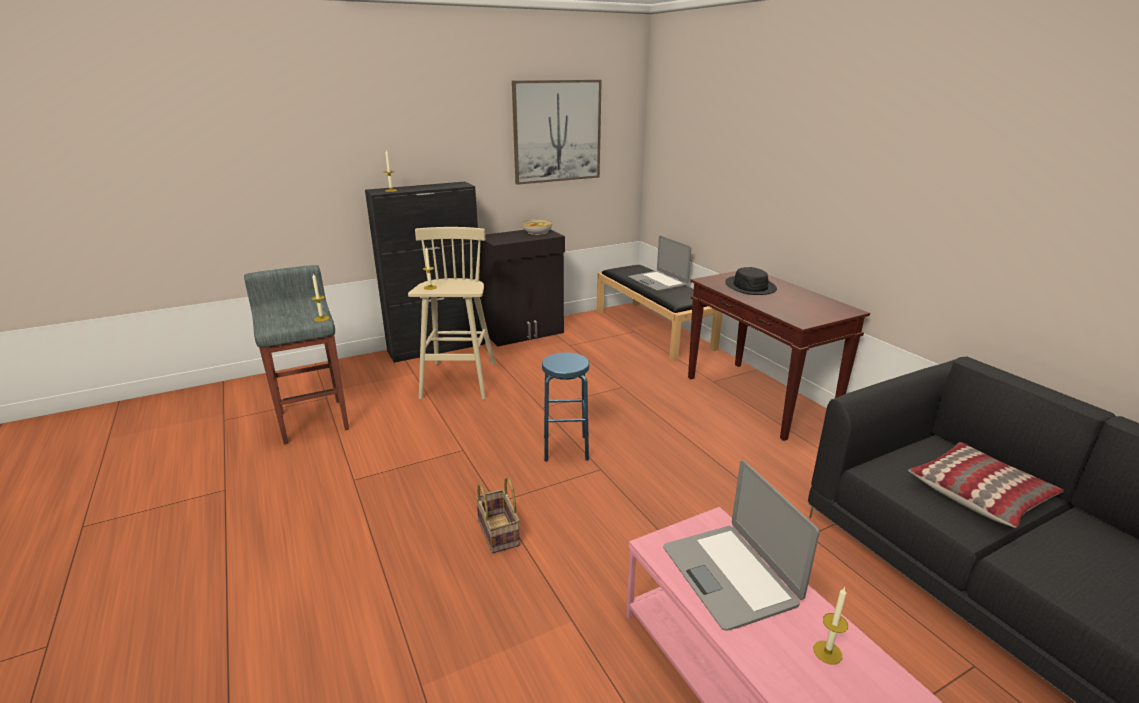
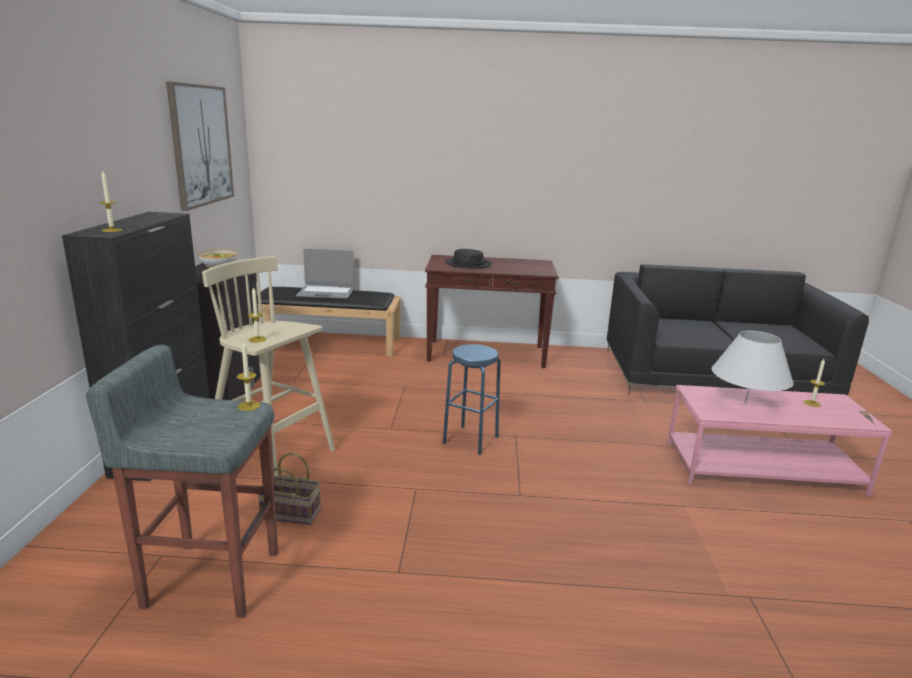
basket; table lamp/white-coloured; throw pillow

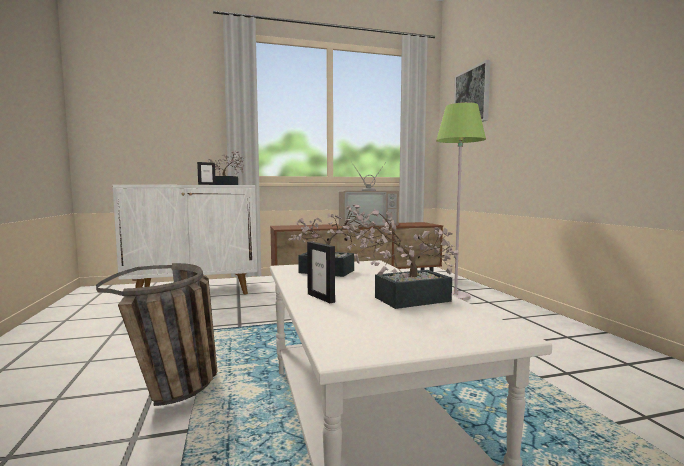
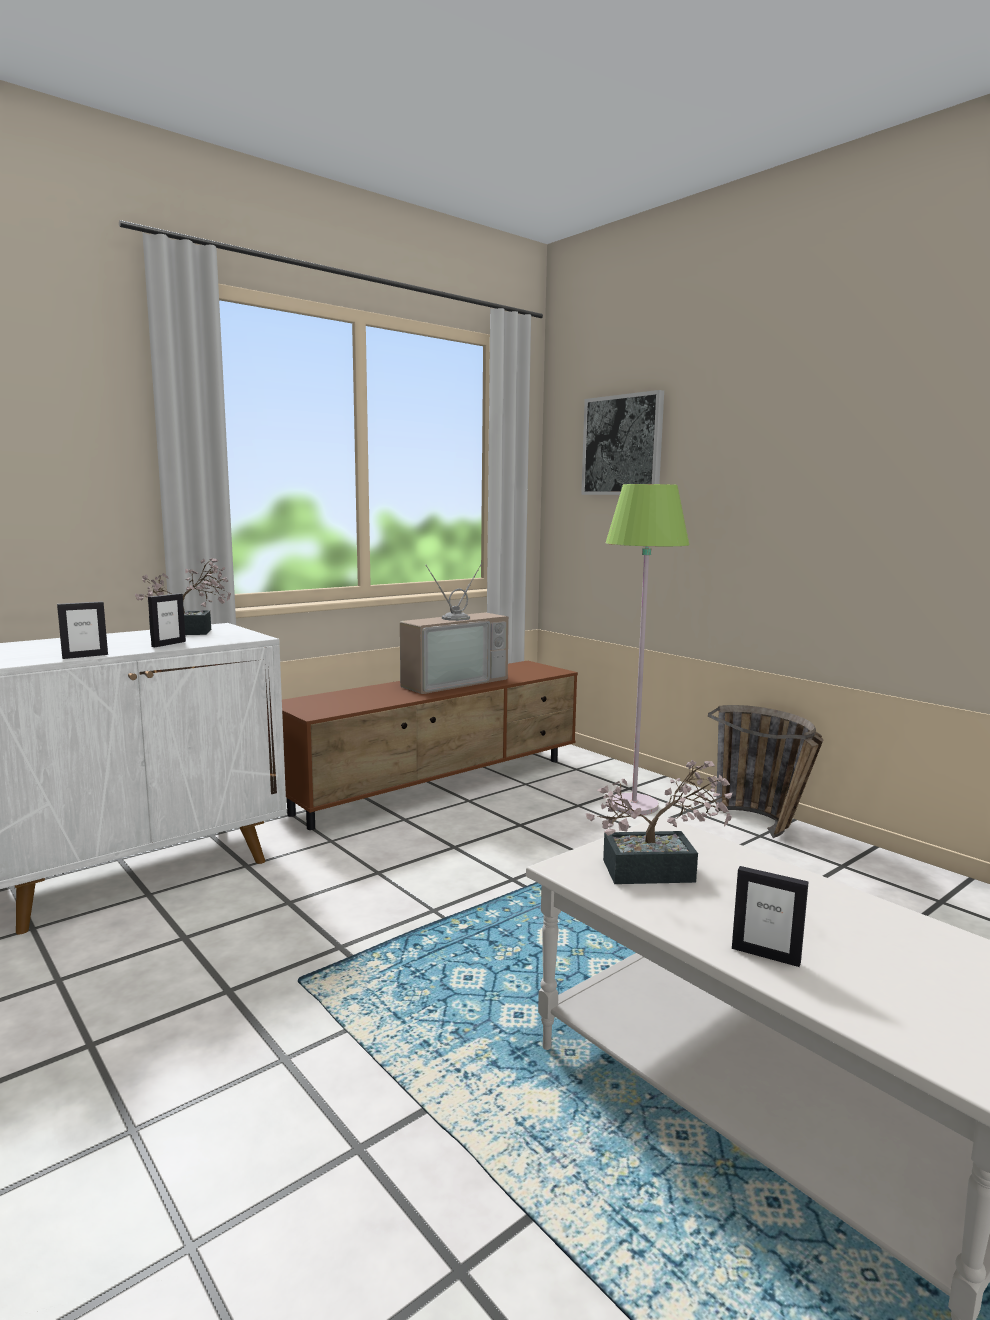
picture frame (1st from left); basket; potted plant (3rd from left in the first image)

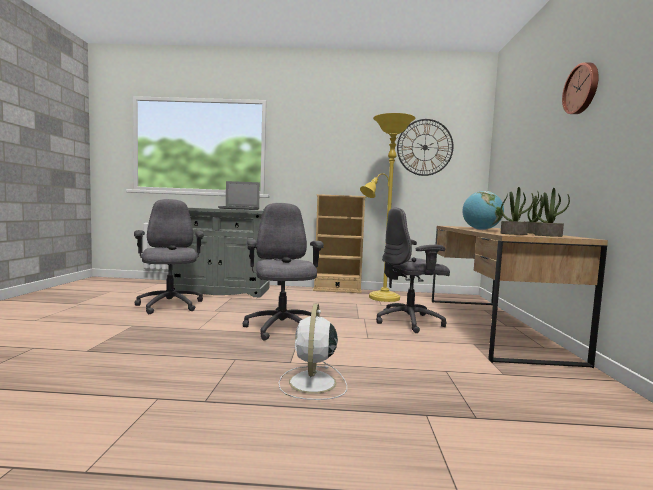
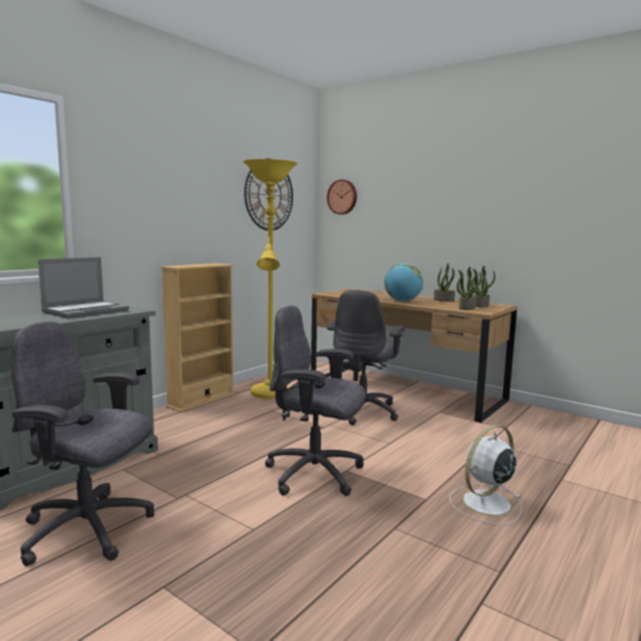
wall clock (2nd from left); cooling fan/white-coloured

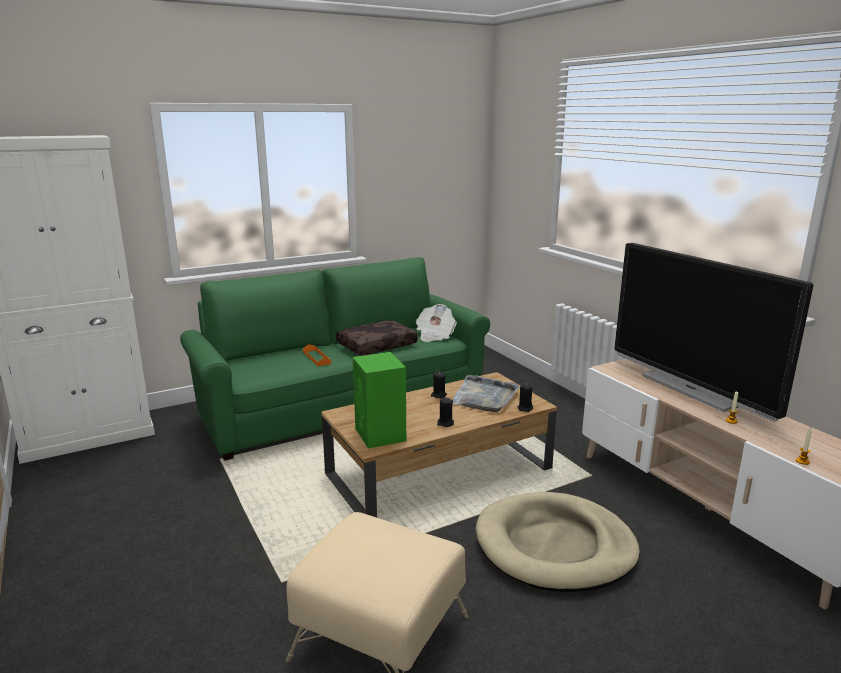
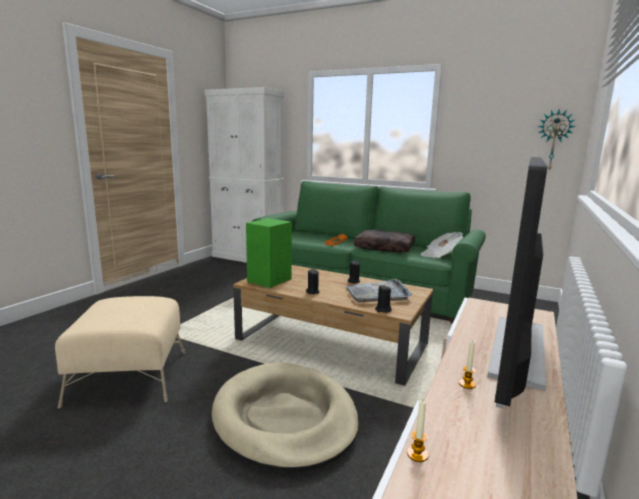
wall clock

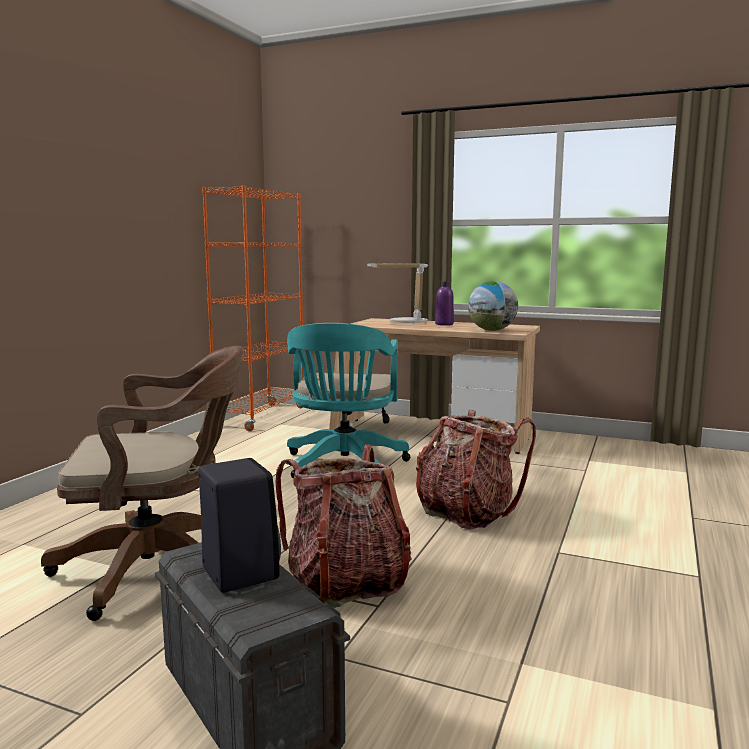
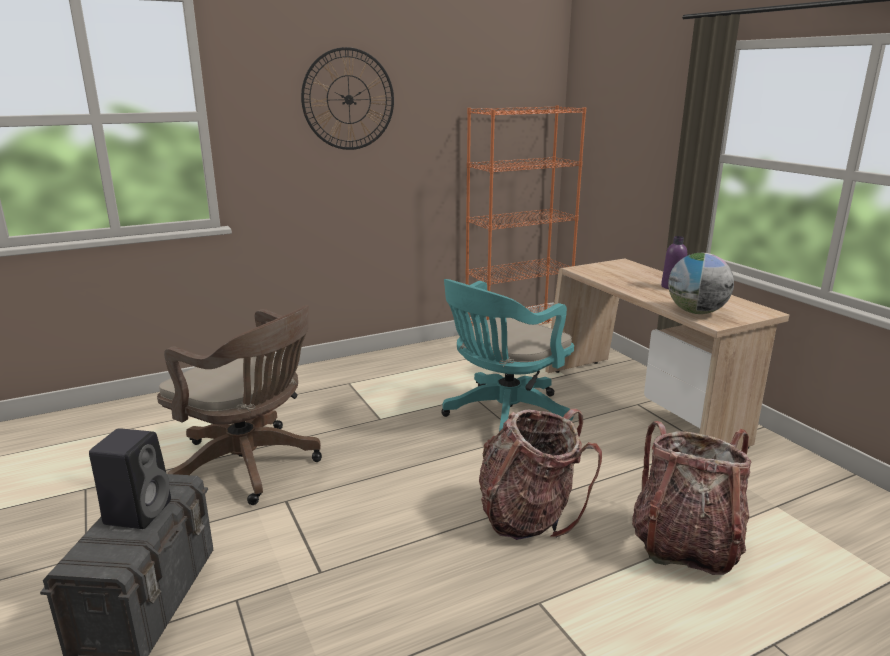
wall clock; backpack (2nd from left); table lamp

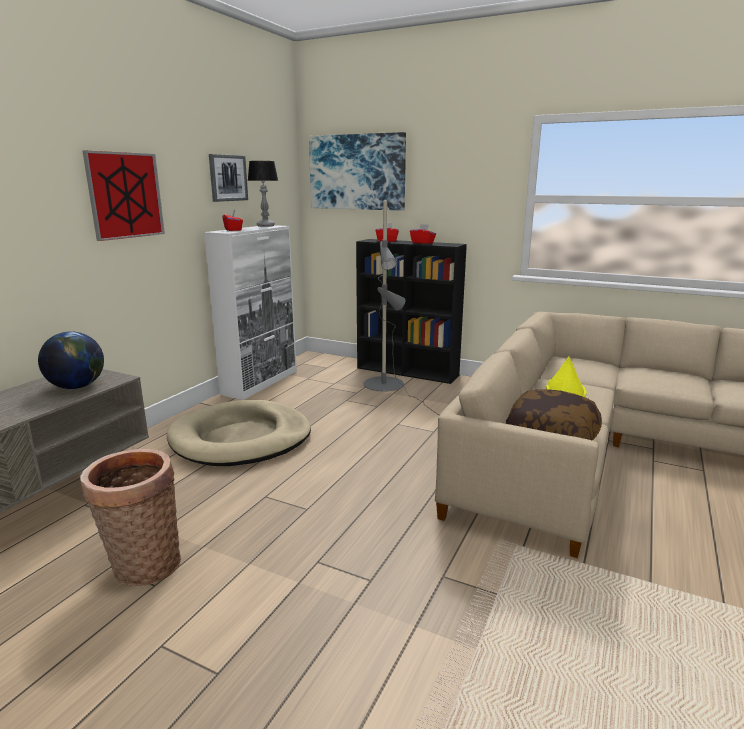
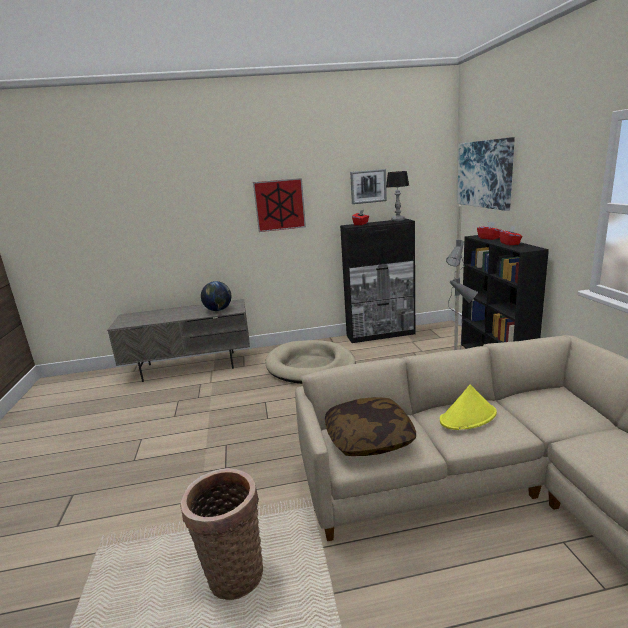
basket; cupboard/black-coloured

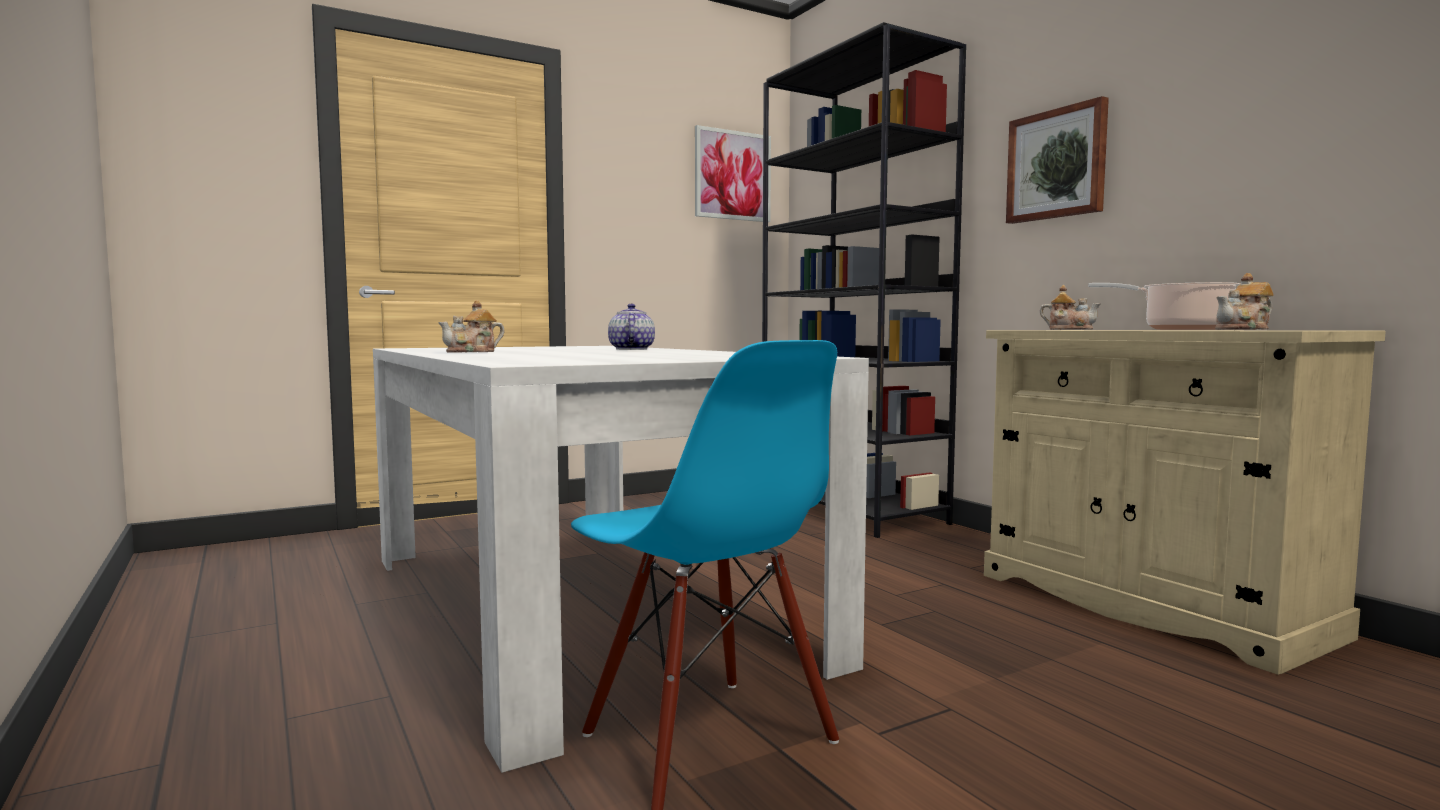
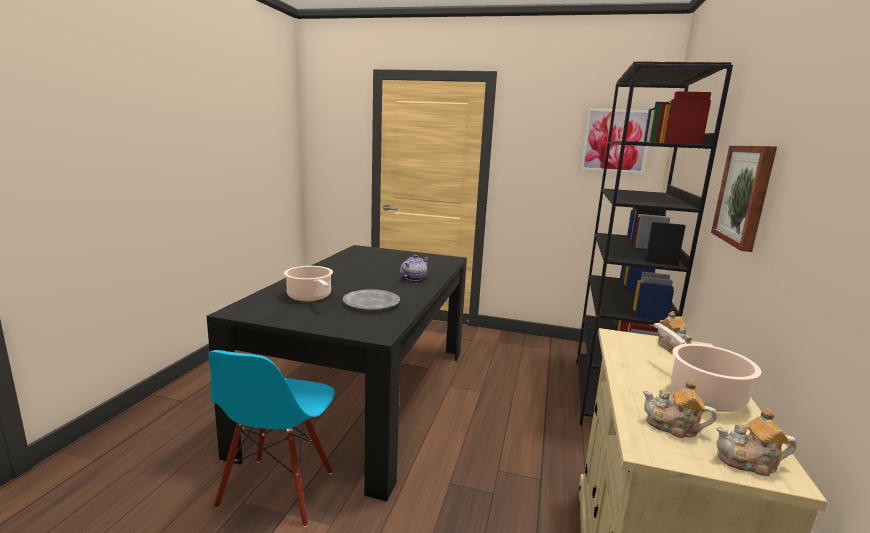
dinner table/black-coloured; cooking pot (1st from left); flat dish/gray; tea pot (4th from left)

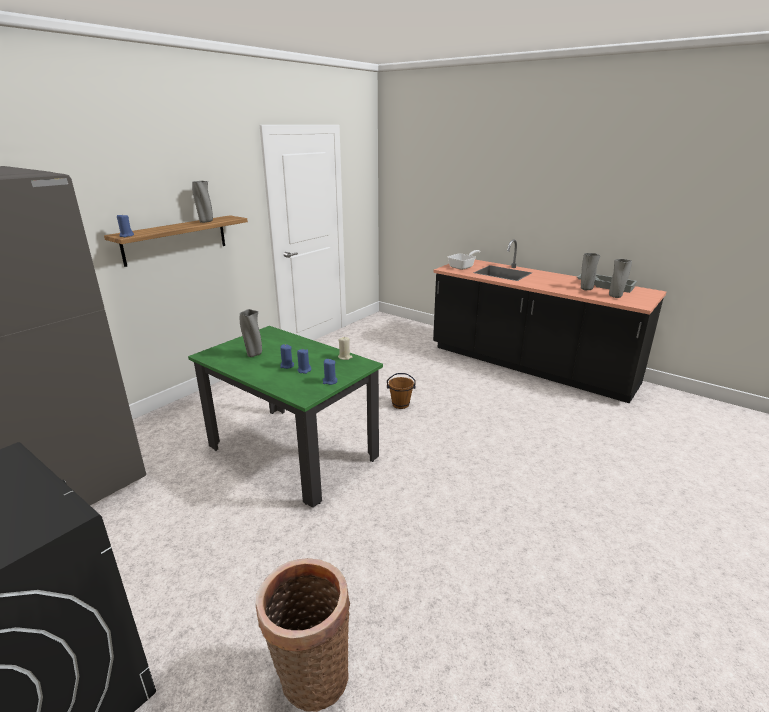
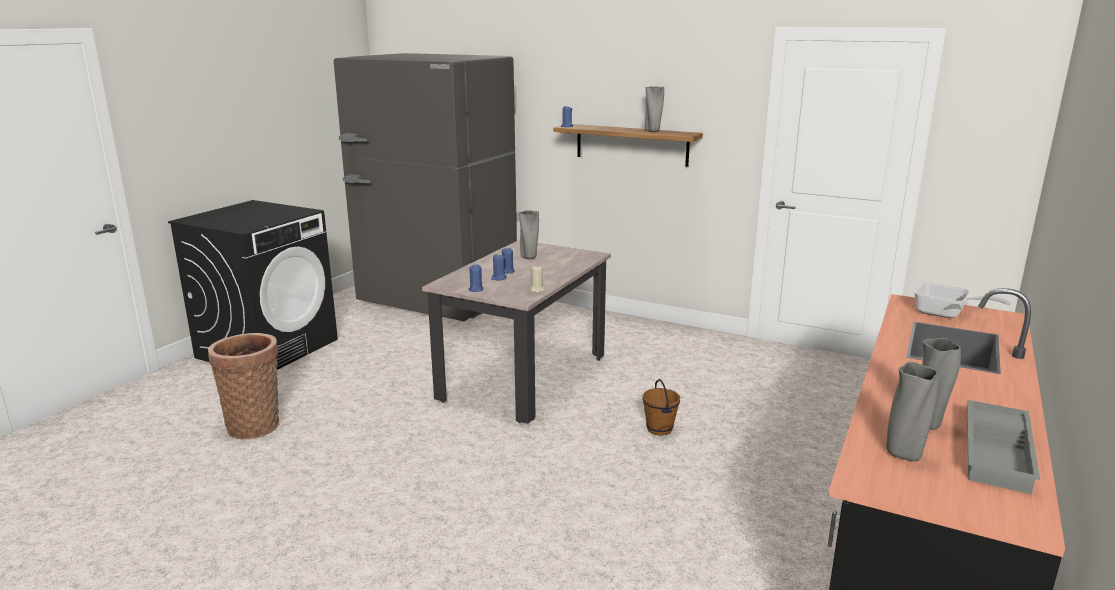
dinner table/sand-coloured

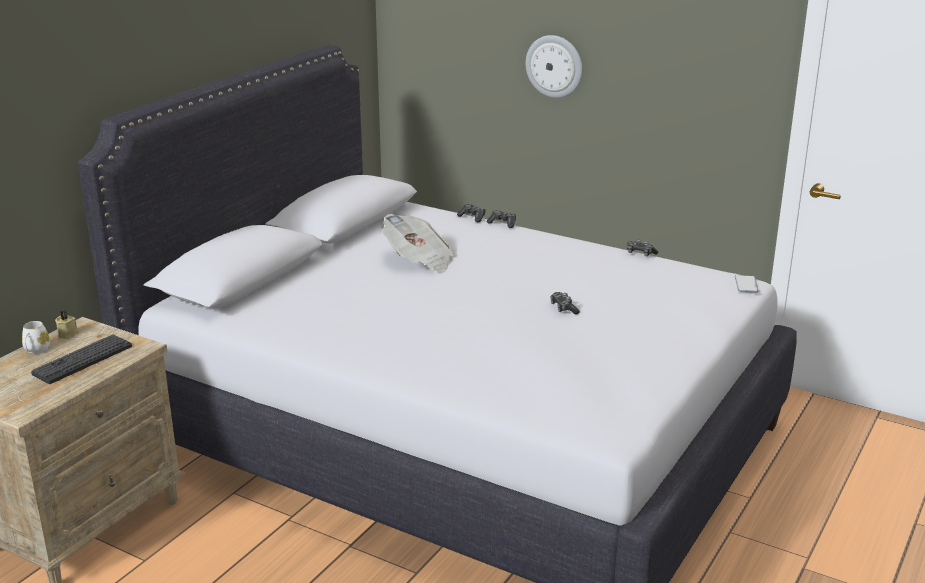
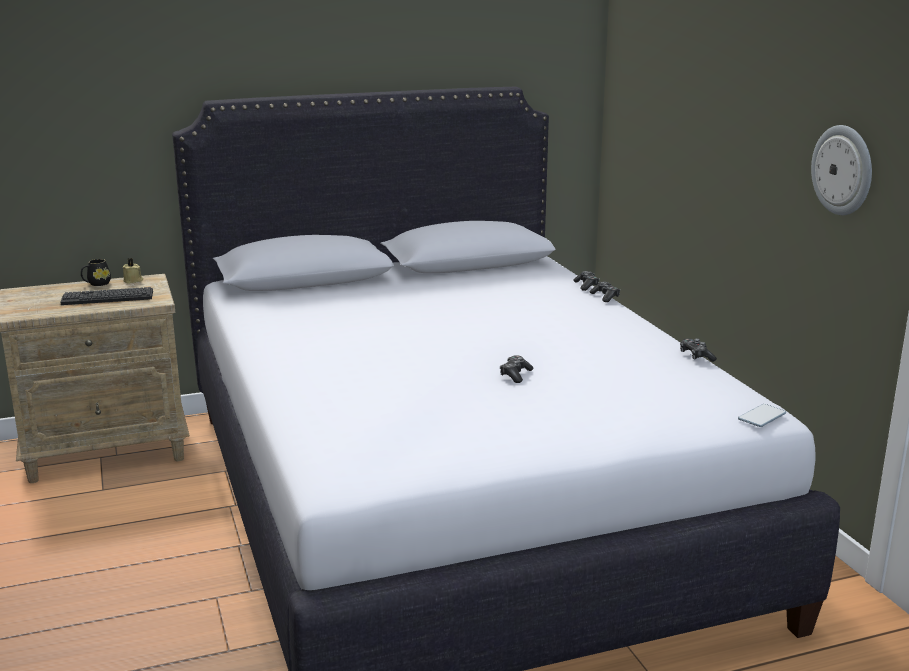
coffee mug/black-coloured; wall clock; newspaper

